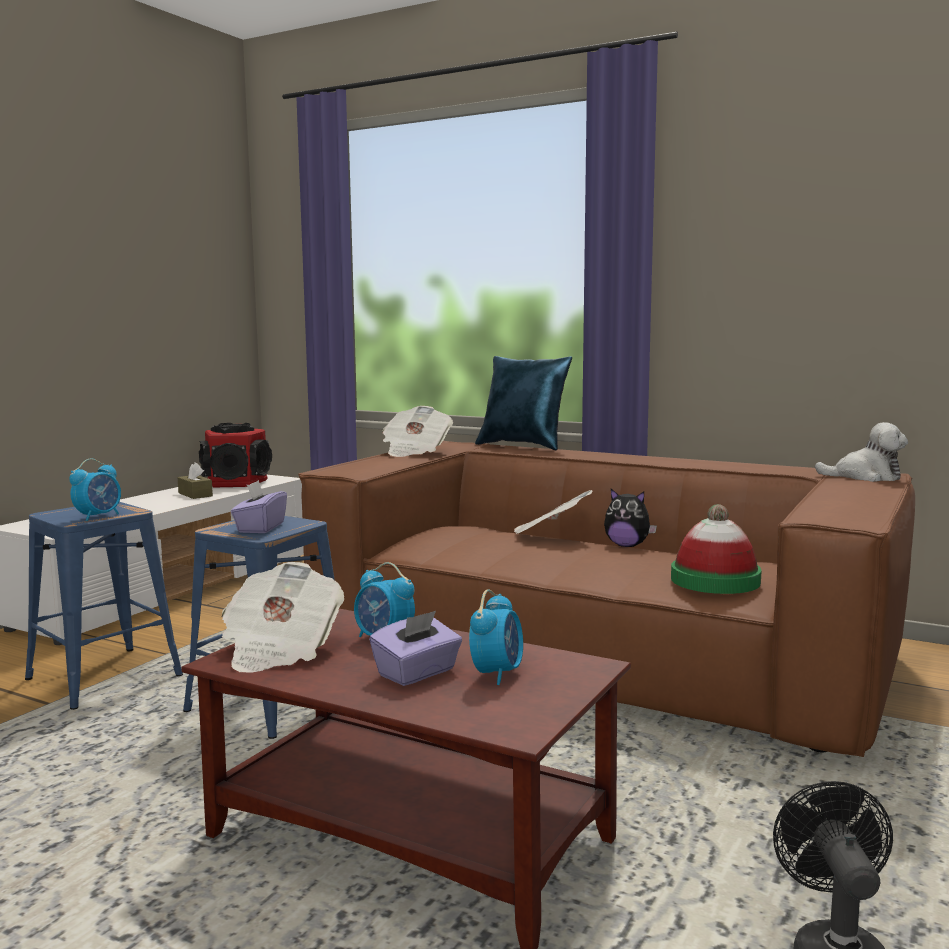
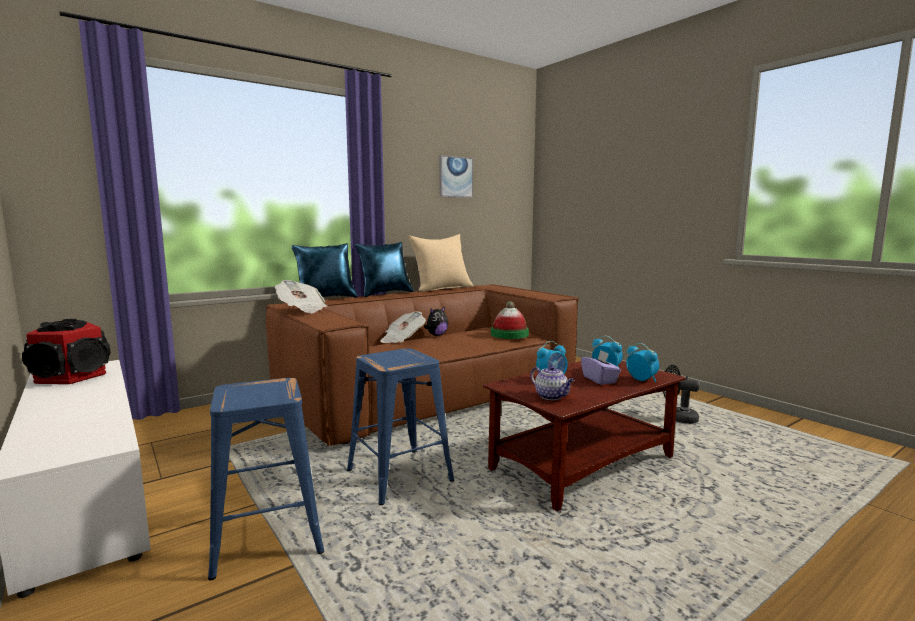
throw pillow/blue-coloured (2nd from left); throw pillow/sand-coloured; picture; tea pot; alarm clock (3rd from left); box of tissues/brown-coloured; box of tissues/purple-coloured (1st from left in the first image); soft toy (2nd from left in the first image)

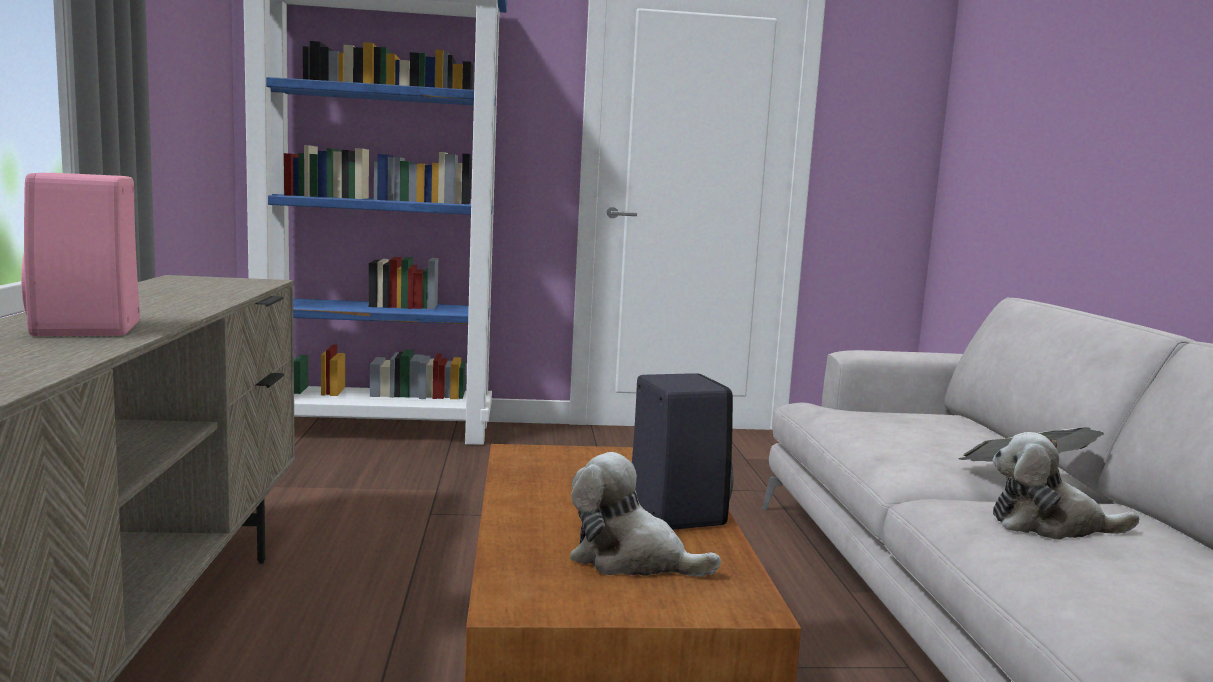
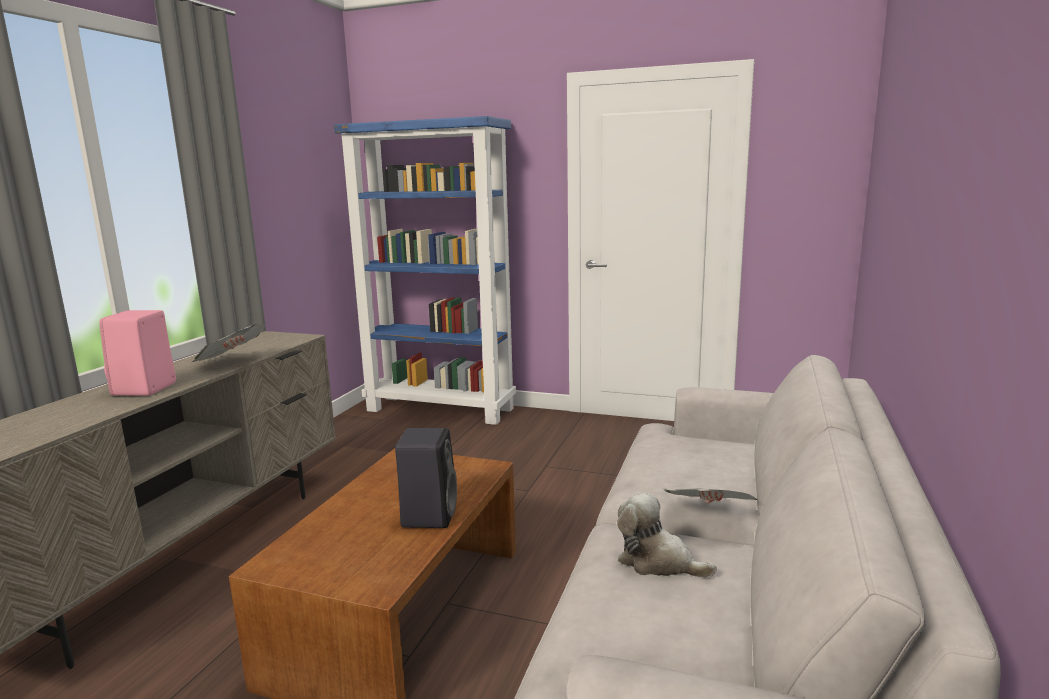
newspaper (1st from left); soft toy (1st from left in the first image)

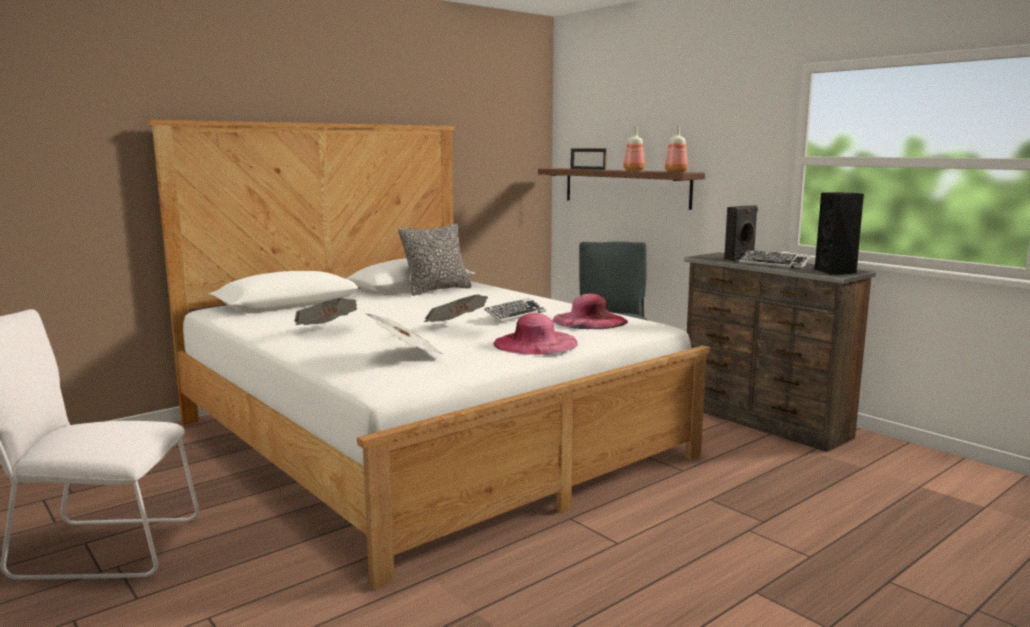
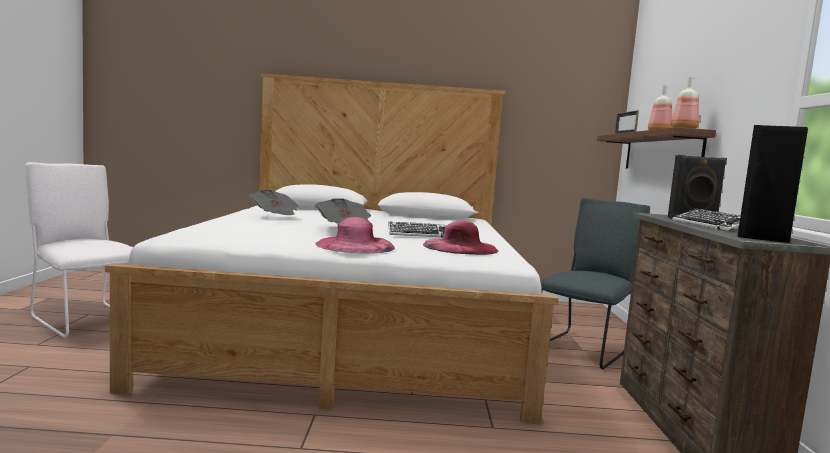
newspaper (2nd from left in the first image); throw pillow

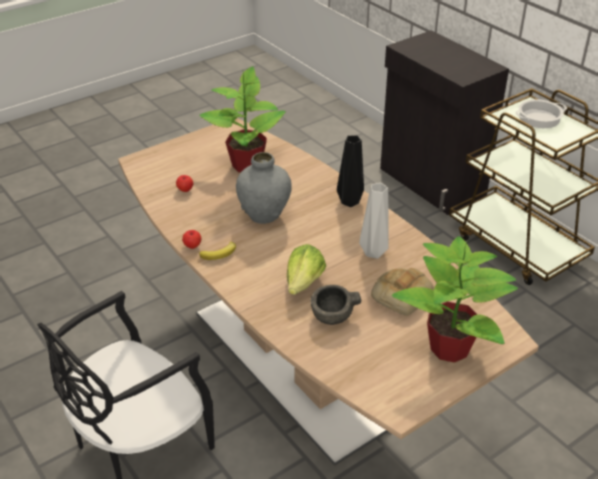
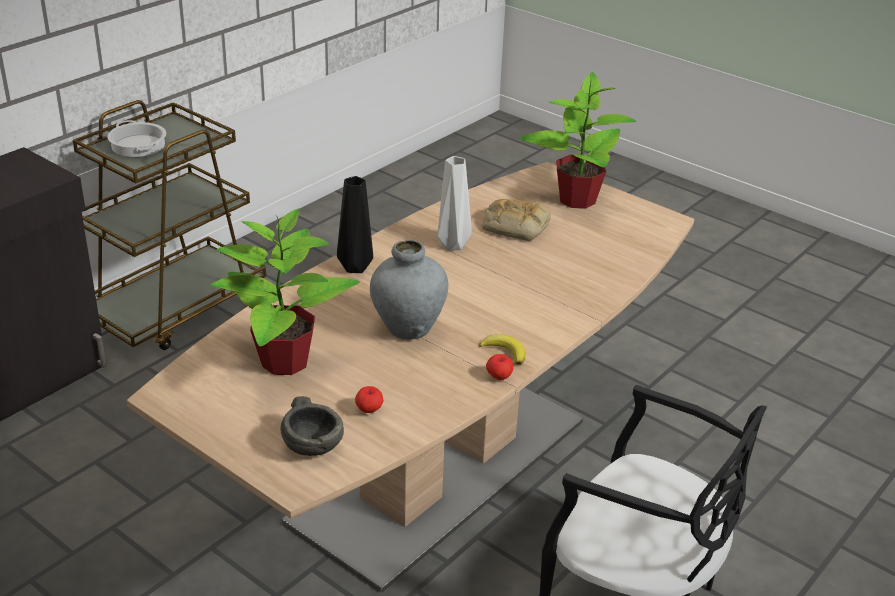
bowl/gray; lettuce head

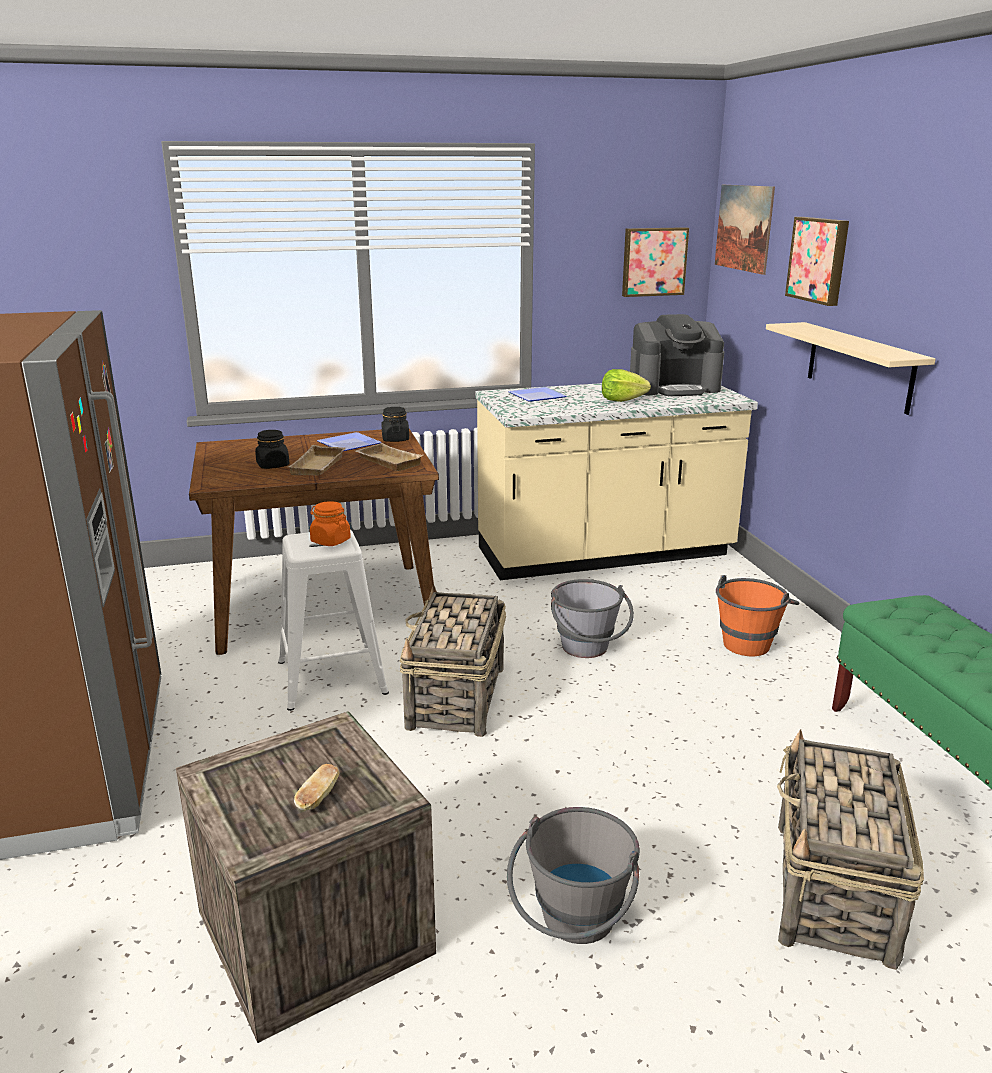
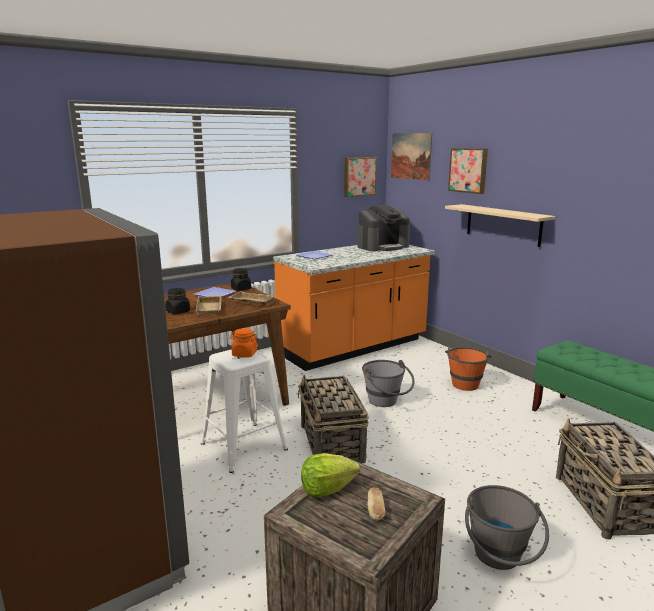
kitchen base unit/orange; lettuce head

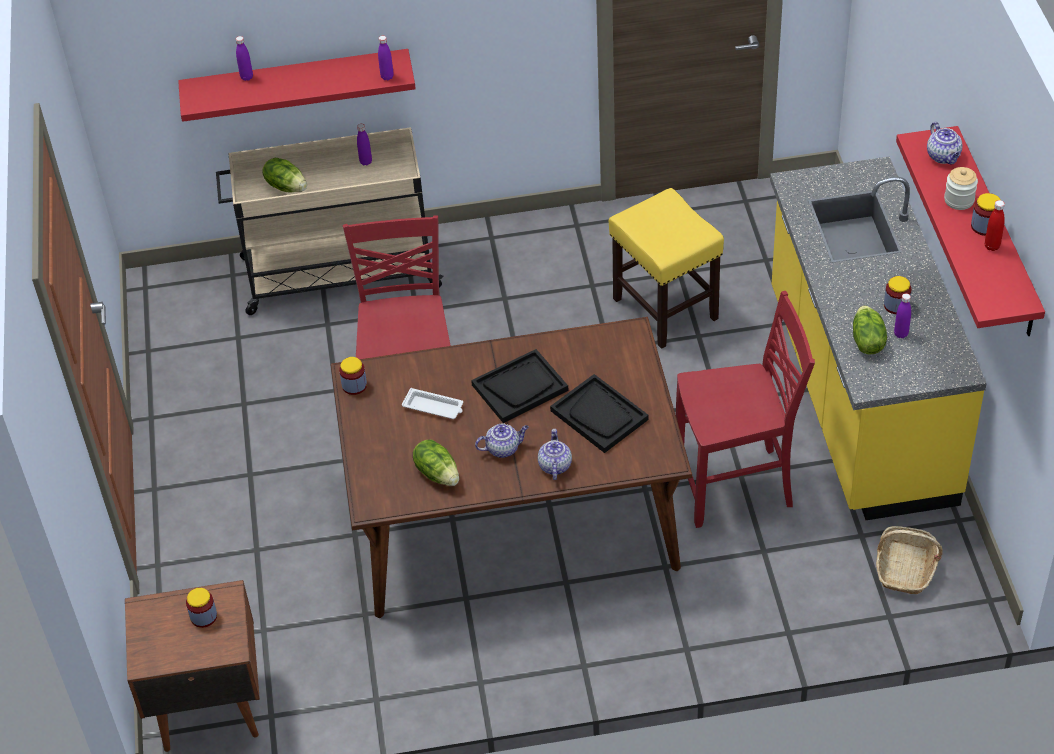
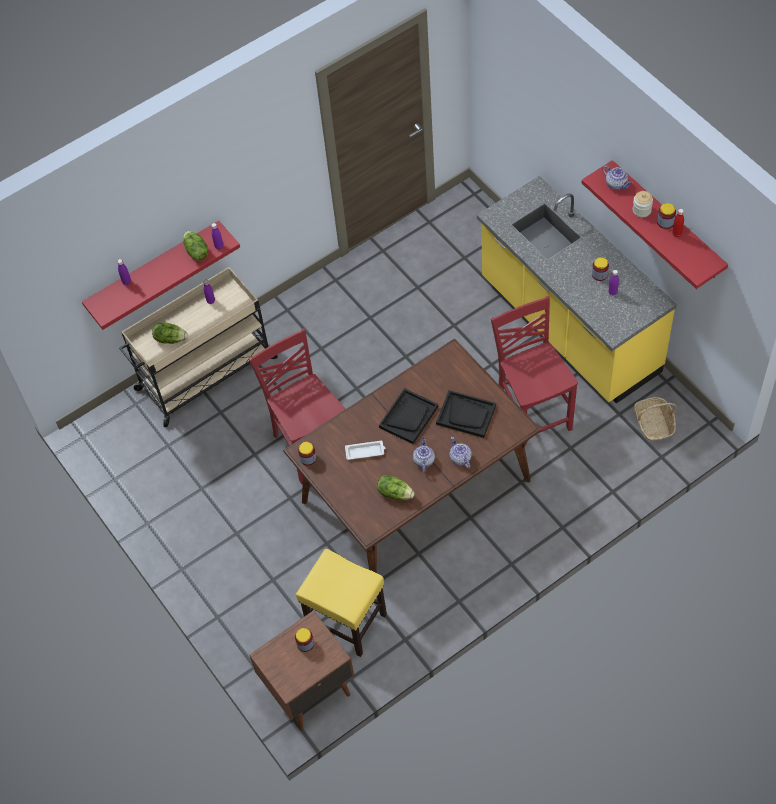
lettuce head (2nd from left); stool/yellowish; tea pot (1st from left); upright chair/reddish (2nd from left)

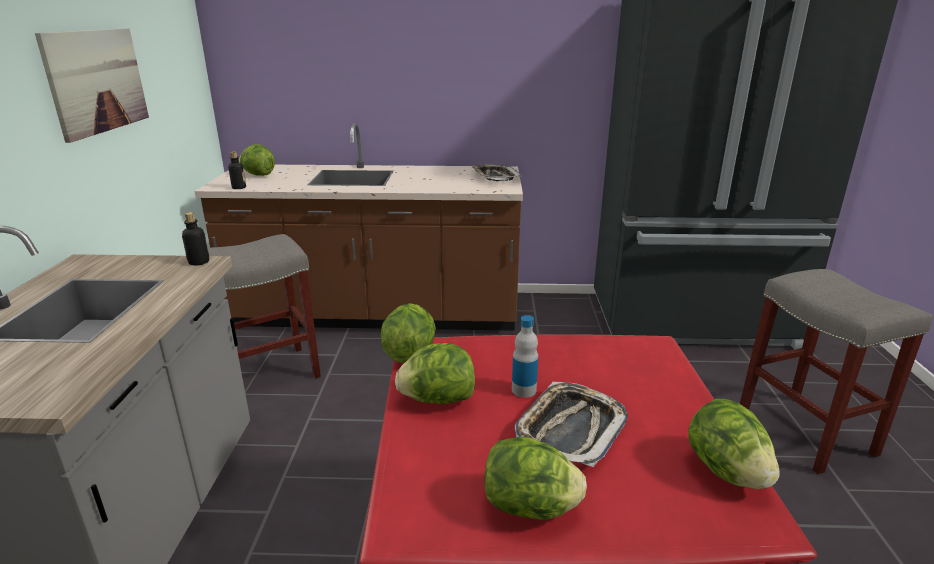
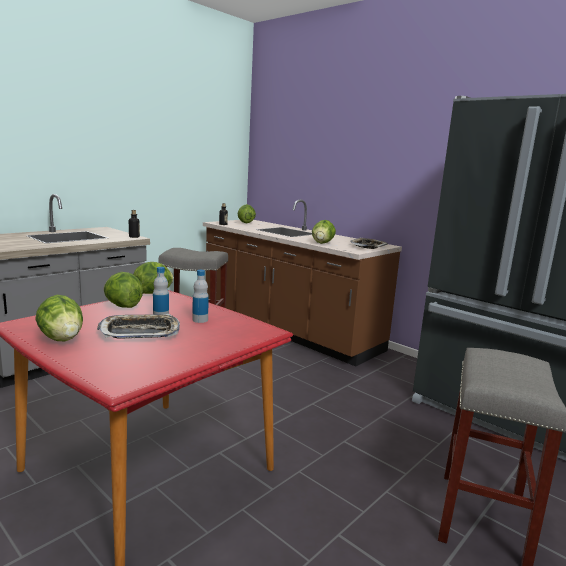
drink bottle (3rd from left); lettuce head (5th from left); picture

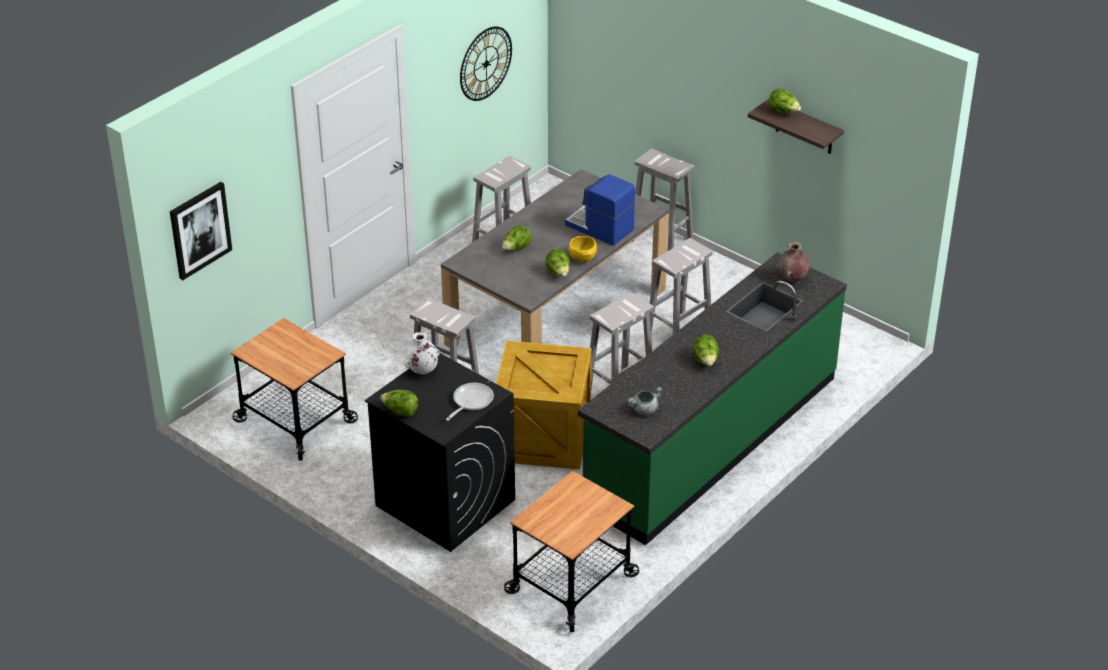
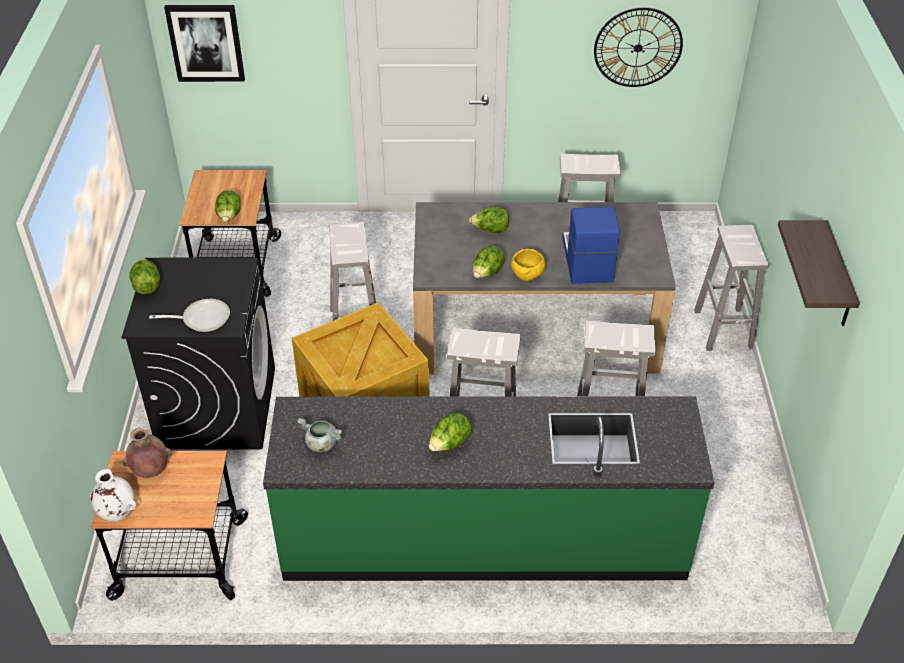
flower vase/white-coloured; flower vase/brown-coloured; lettuce head (2nd from left)

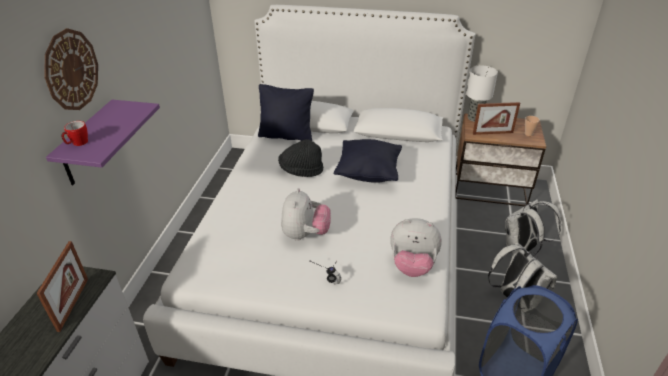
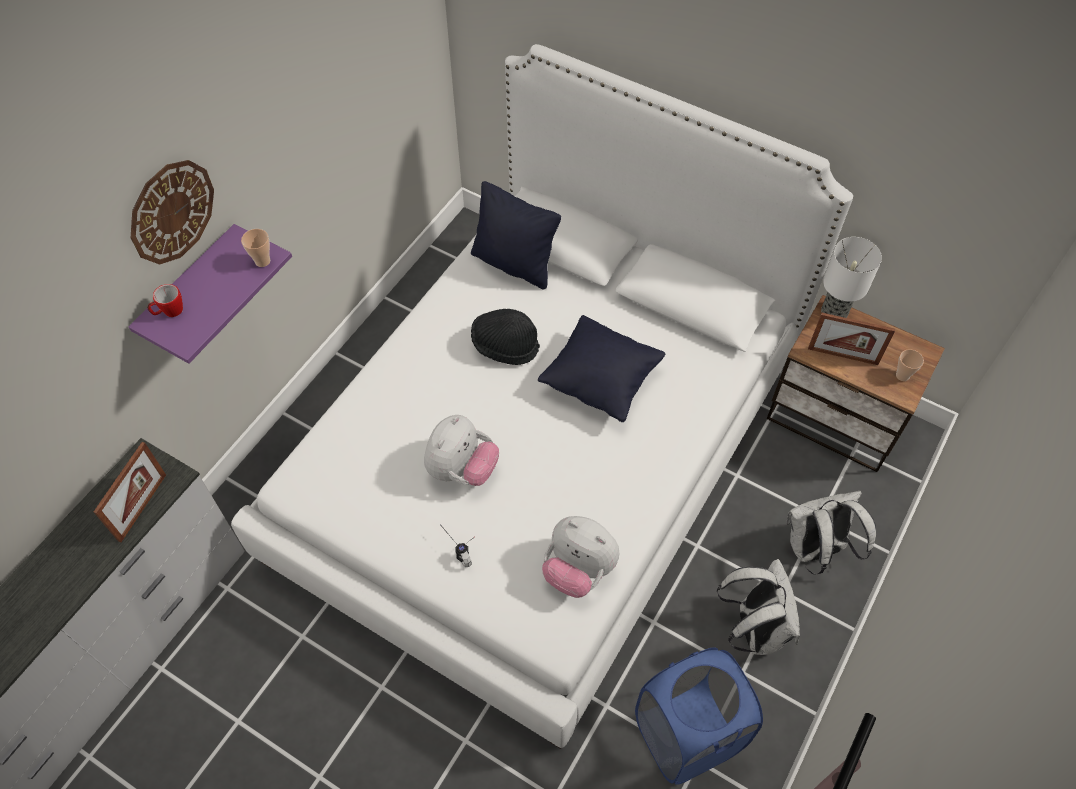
drinking cup (1st from left)

